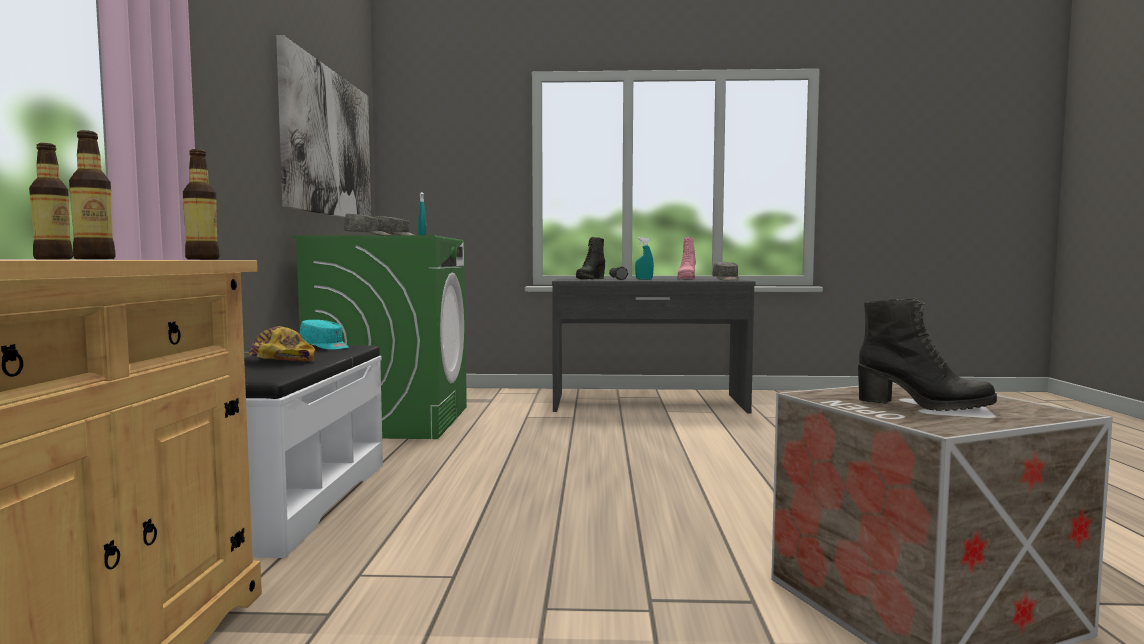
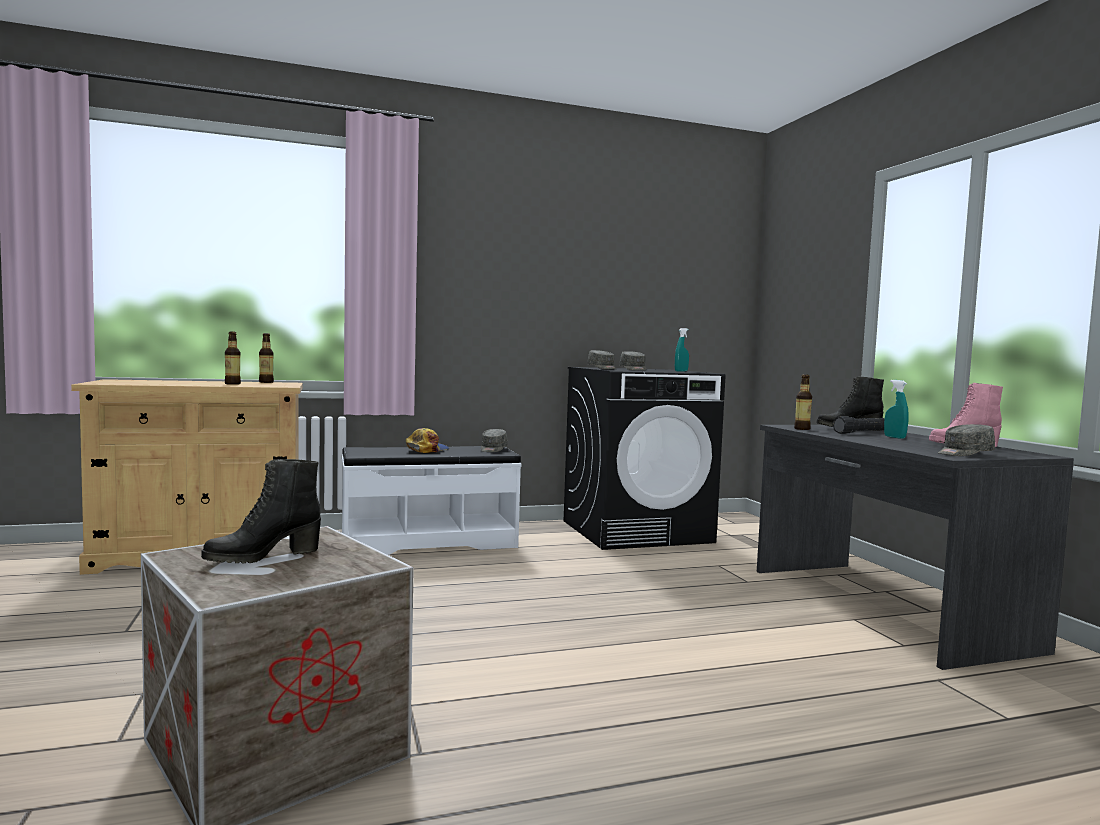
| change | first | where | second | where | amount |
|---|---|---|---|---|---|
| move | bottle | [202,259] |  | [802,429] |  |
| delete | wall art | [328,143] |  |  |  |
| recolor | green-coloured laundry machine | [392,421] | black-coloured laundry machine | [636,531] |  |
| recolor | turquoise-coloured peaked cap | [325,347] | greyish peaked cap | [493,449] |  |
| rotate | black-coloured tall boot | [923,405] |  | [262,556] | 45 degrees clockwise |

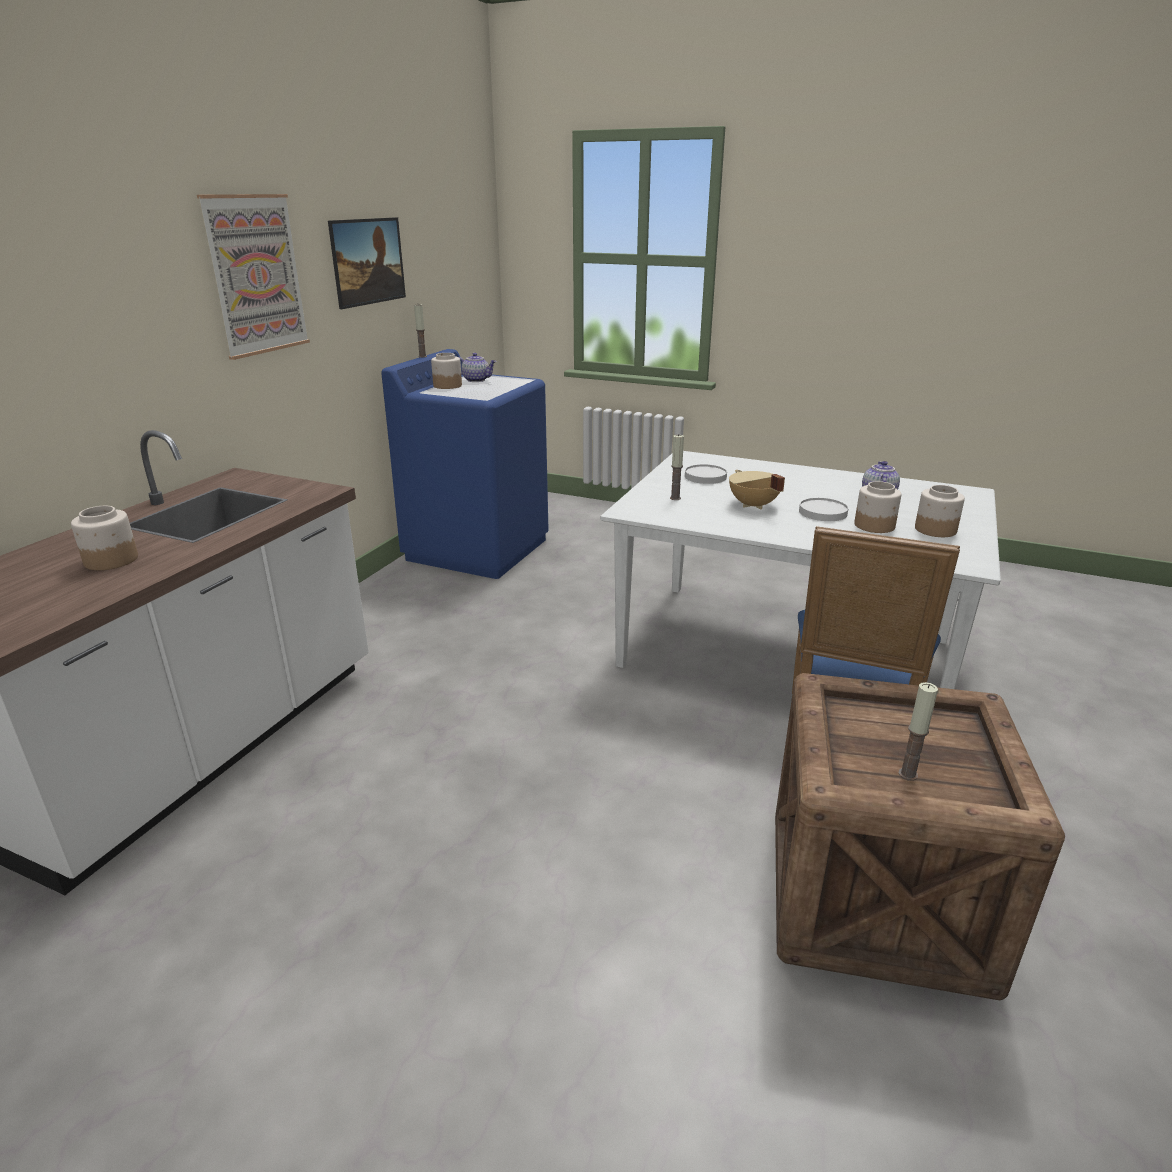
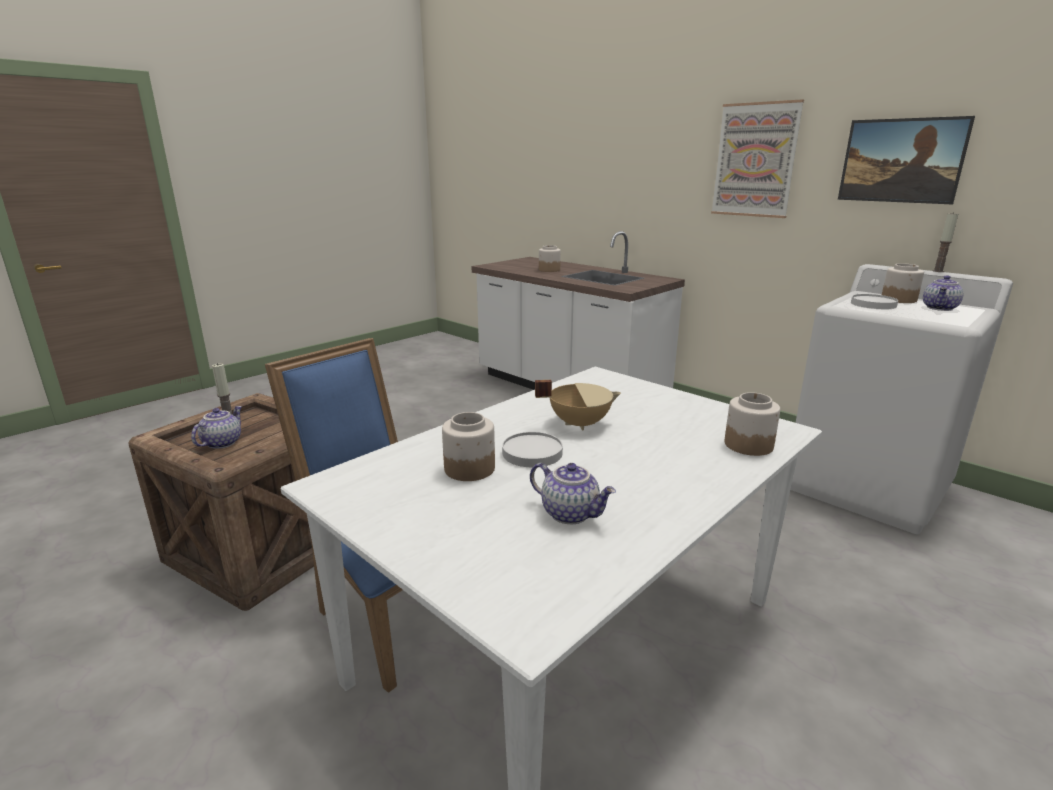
| change | first | where | second | where | amount |
|---|---|---|---|---|---|
| recolor | blue laundry machine | [477,549] | white-coloured laundry machine | [868,487] |  |
| delete | wax candle | [675,498] |  |  |  |
| move | white-coloured flat dish | [705,477] |  | [873,304] |  |
| move | preserve jar | [935,530] |  | [748,445] |  |
| insert |  |  | teapot | [221,443] |  |

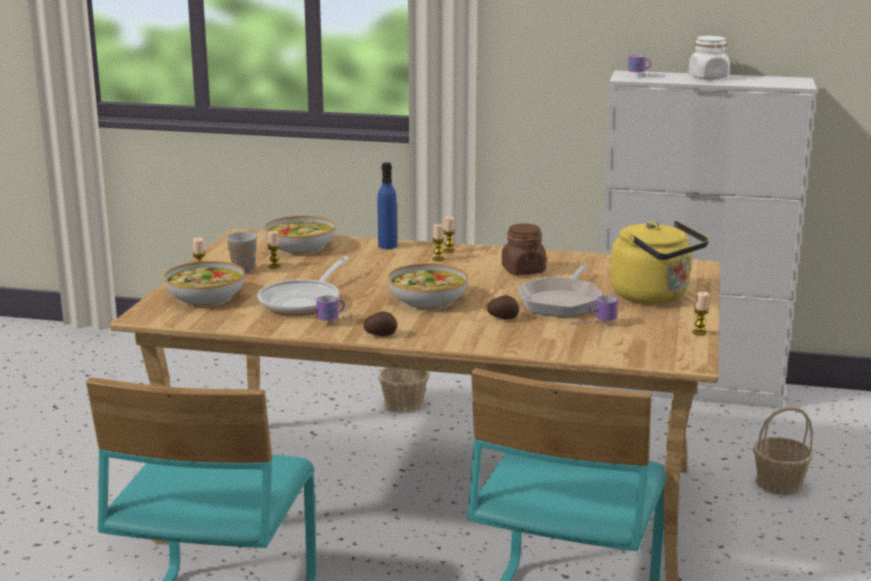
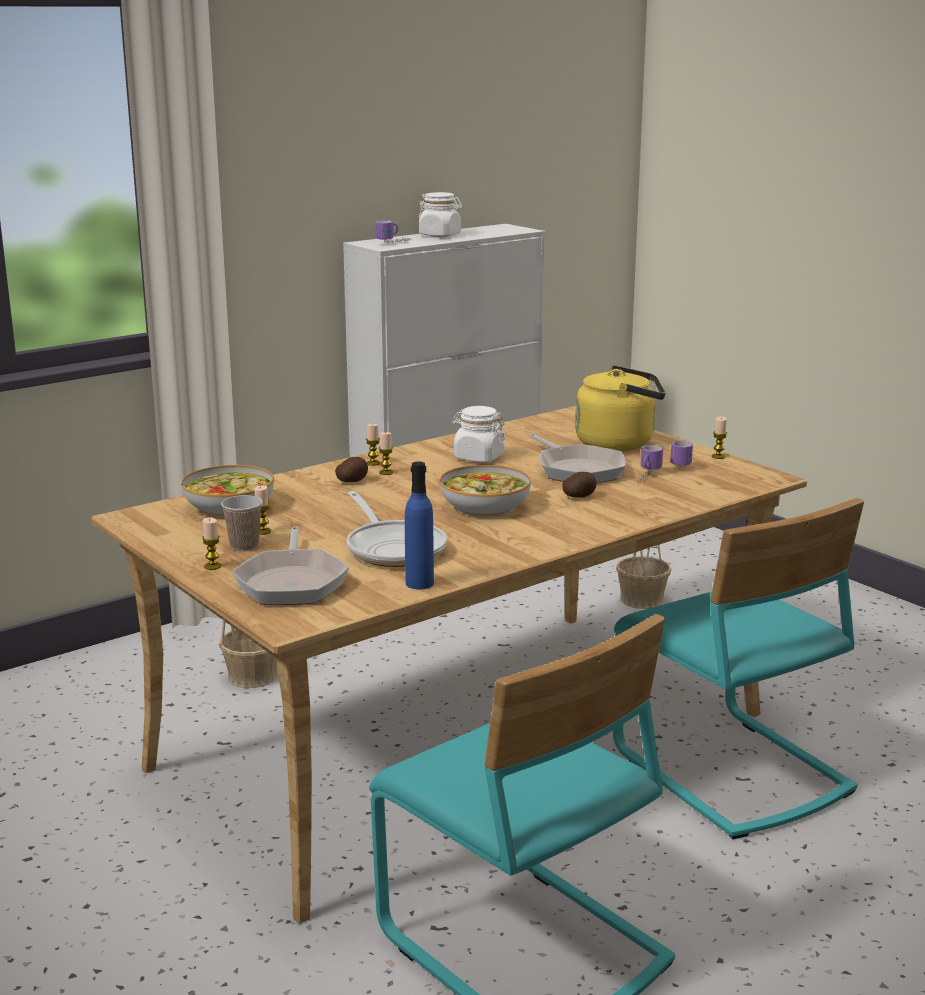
| change | first | where | second | where | amount |
|---|---|---|---|---|---|
| replace | deep dish | [206,297] | pan | [292,582] |  |
| move | mug | [340,321] |  | [681,464] |  |
| move | spud | [380,335] |  | [352,481] |  |
| move | blue bottle | [387,246] |  | [419,583] |  |
| recolor | brown-coloured preserve jar | [523,270] | white-coloured preserve jar | [478,457] |  |

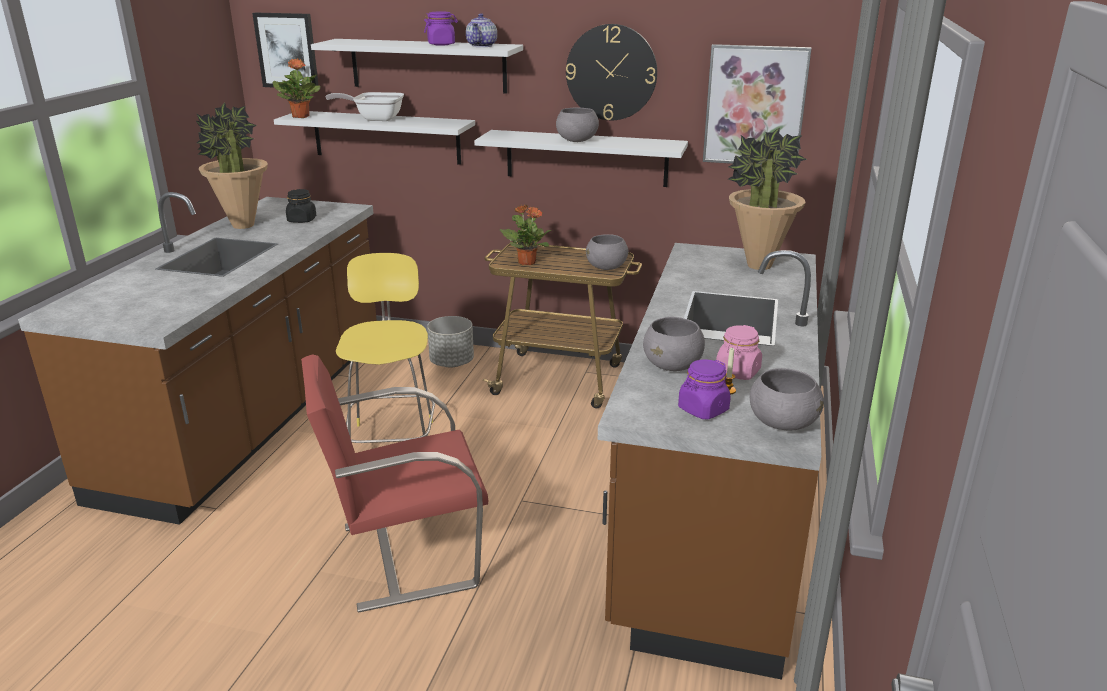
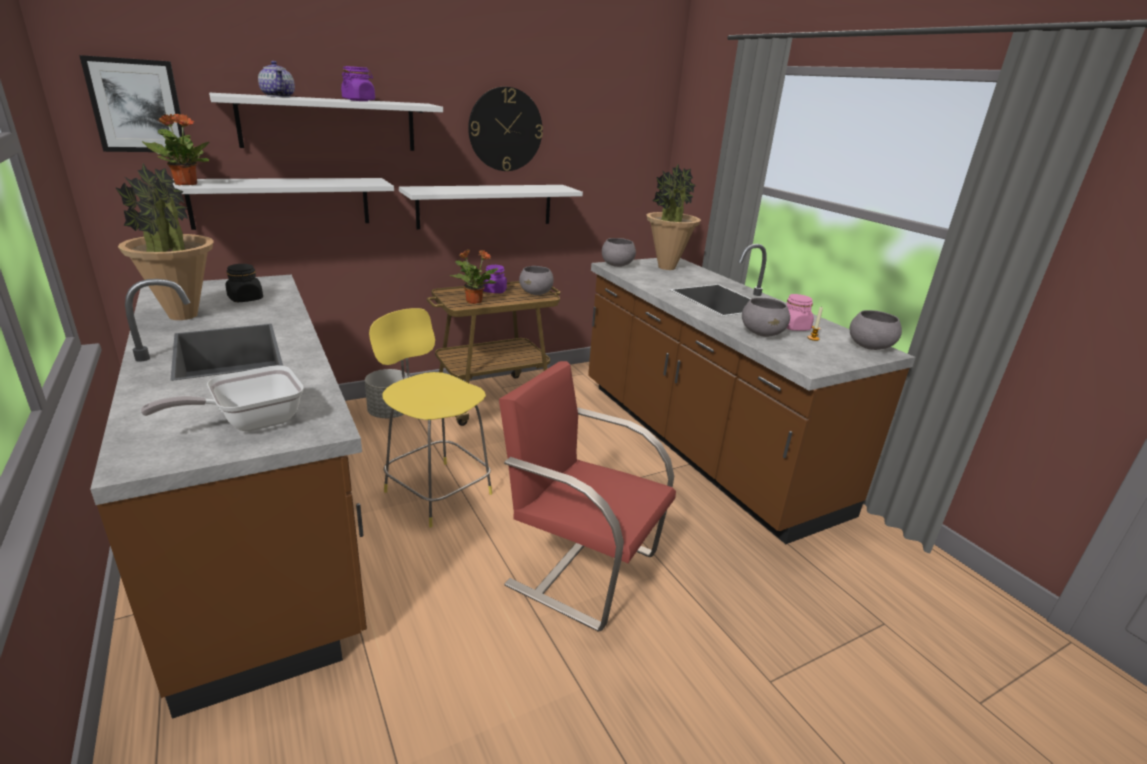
| change | first | where | second | where | amount |
|---|---|---|---|---|---|
| rotate | red-coloured upright chair | [405,555] |  | [581,567] | 90 degrees clockwise |
| move | pan | [375,119] |  | [250,422] |  |
| move | teapot | [482,46] |  | [278,96] |  |
| move | greyish deep dish | [576,140] |  | [616,265] |  |
| move | purple preserve jar | [703,410] |  | [494,291] |  |
| delete | wall art | [755,106] |  |  |  |

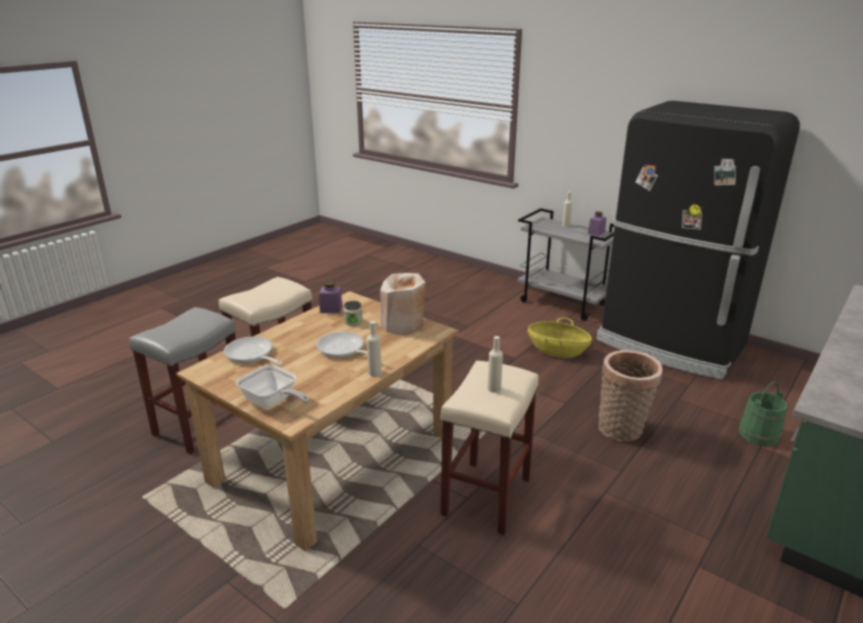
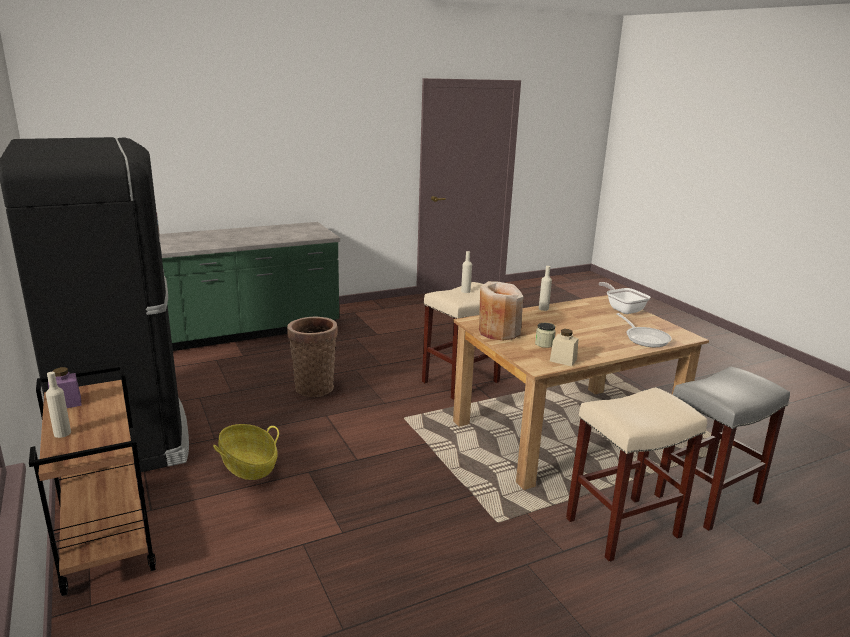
| change | first | where | second | where | amount |
|---|---|---|---|---|---|
| delete | pan | [344,350] |  |  |  |
| recolor | purple preserve jar | [331,309] | beige preserve jar | [563,360] |  |
| recolor | greyish wheeled cart | [563,303] | brown-coloured wheeled cart | [105,540] |  |
| delete | green-coloured pail | [759,434] |  |  |  |

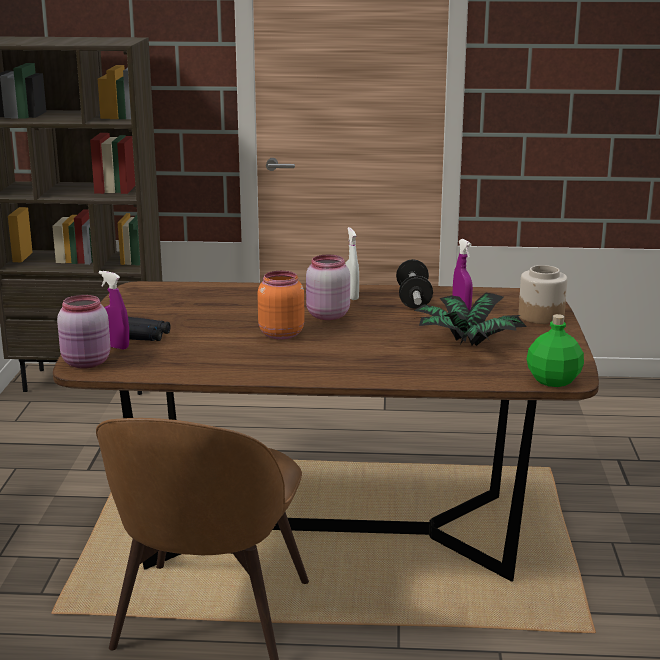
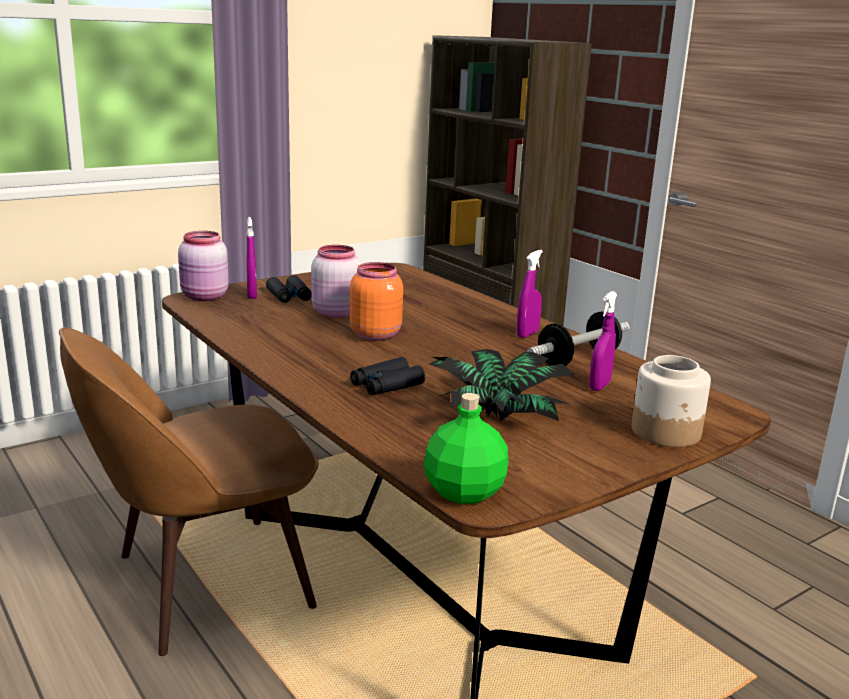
| change | first | where | second | where | amount |
|---|---|---|---|---|---|
| move | pink-coloured preserve jar | [326,315] |  | [335,313] |  |
| recolor | white-coloured sprayer | [351,296] | purple sprayer | [527,334] |  |
| insert |  |  | black-coloured binoculars | [386,385] |  |

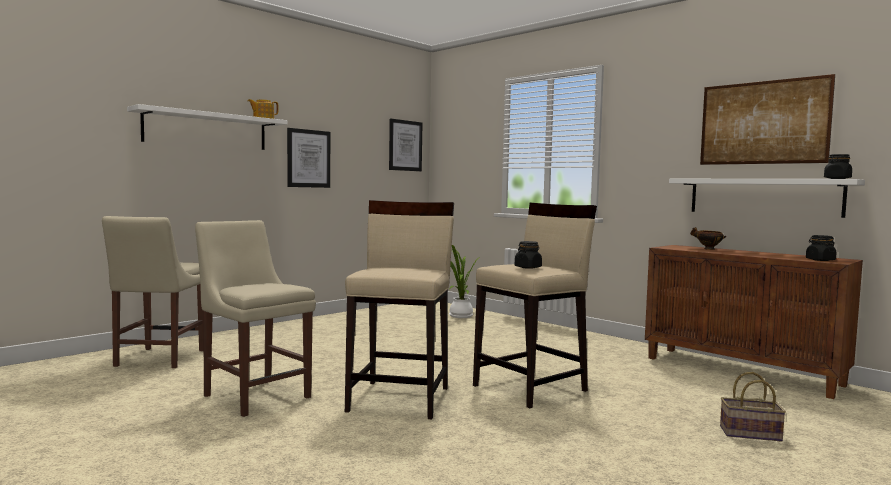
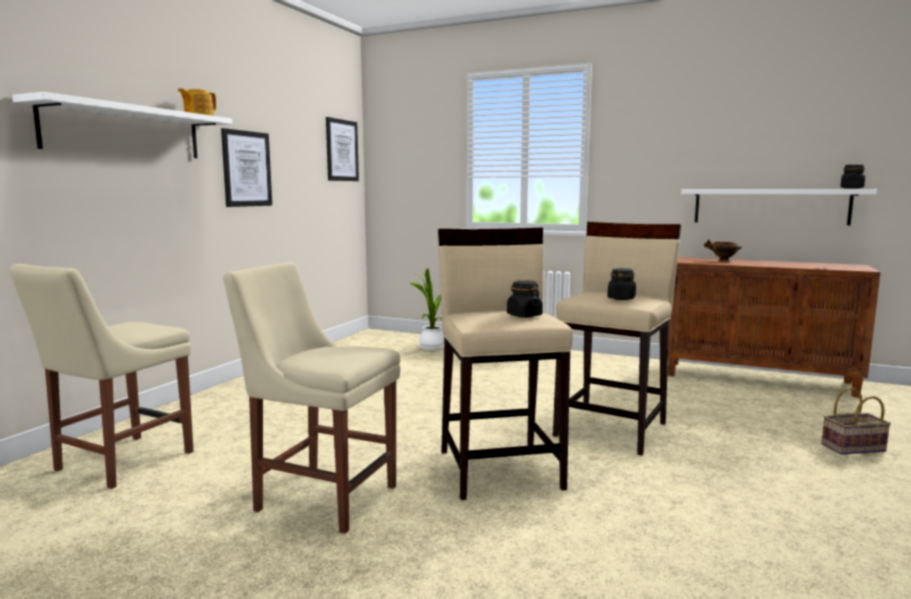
| change | first | where | second | where | amount |
|---|---|---|---|---|---|
| rotate | beige upright chair | [158,359] |  | [119,463] | 45 degrees clockwise |
| delete | wall art | [763,122] |  |  |  |
| move | black-coloured preserve jar | [820,260] |  | [524,315] |  |

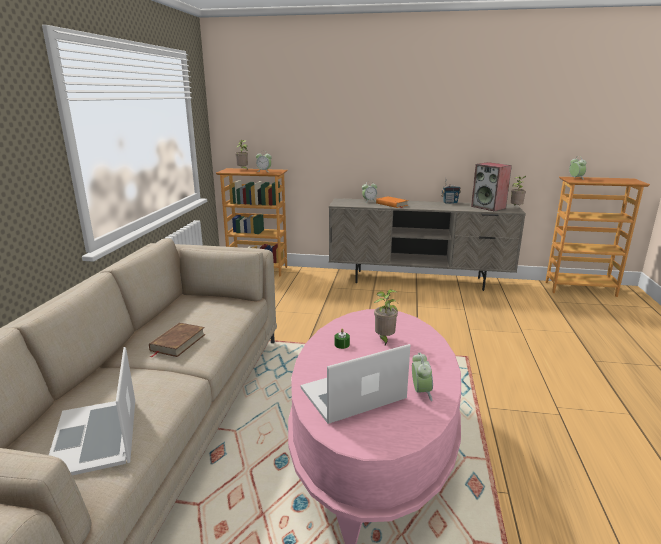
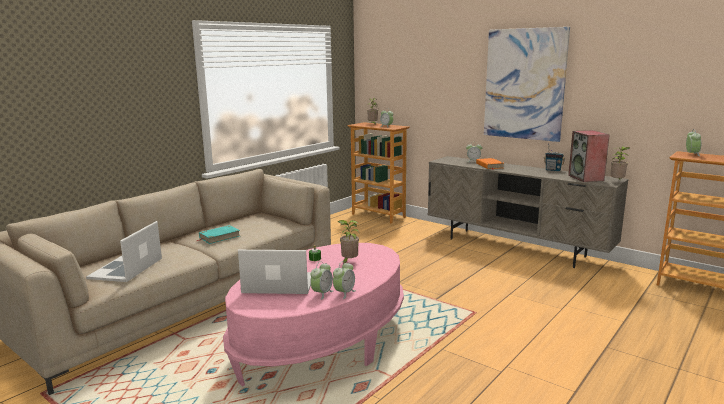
| change | first | where | second | where | amount |
|---|---|---|---|---|---|
| recolor | brown-coloured bound book | [177,342] | turquoise-coloured bound book | [219,237] |  |
| insert |  |  | alarm clock | [344,293] |  |
| insert |  |  | wall art | [524,84] |  |

